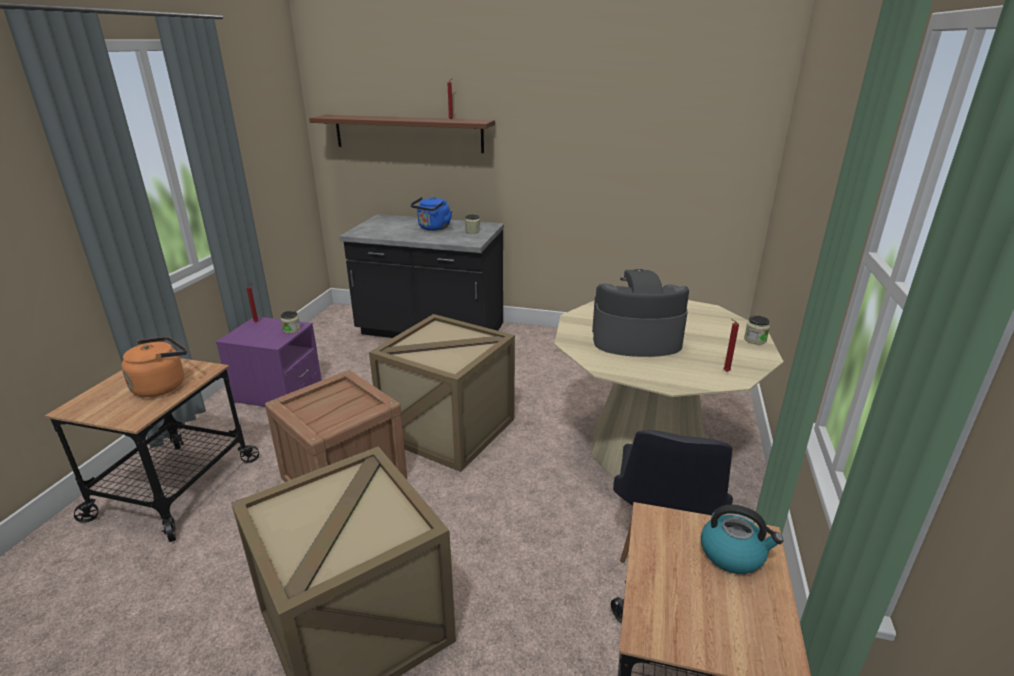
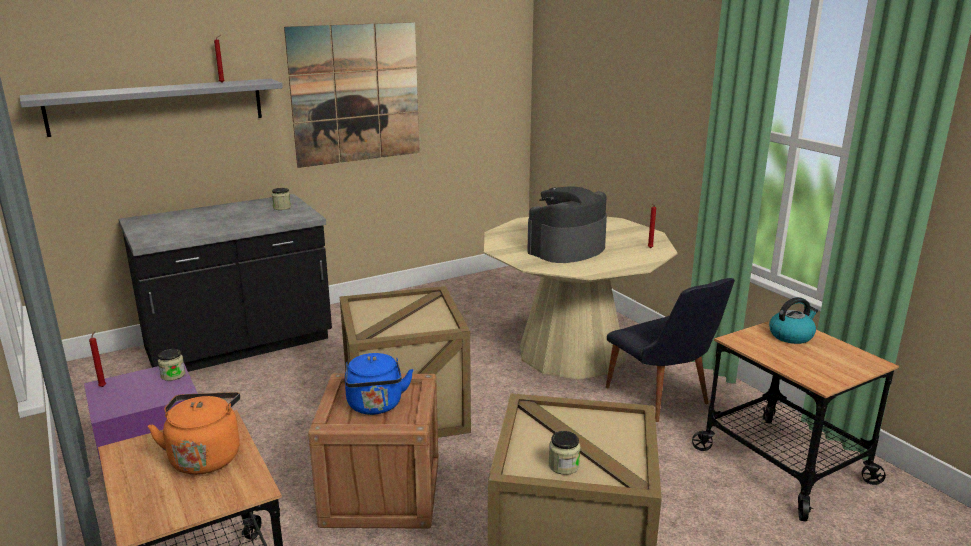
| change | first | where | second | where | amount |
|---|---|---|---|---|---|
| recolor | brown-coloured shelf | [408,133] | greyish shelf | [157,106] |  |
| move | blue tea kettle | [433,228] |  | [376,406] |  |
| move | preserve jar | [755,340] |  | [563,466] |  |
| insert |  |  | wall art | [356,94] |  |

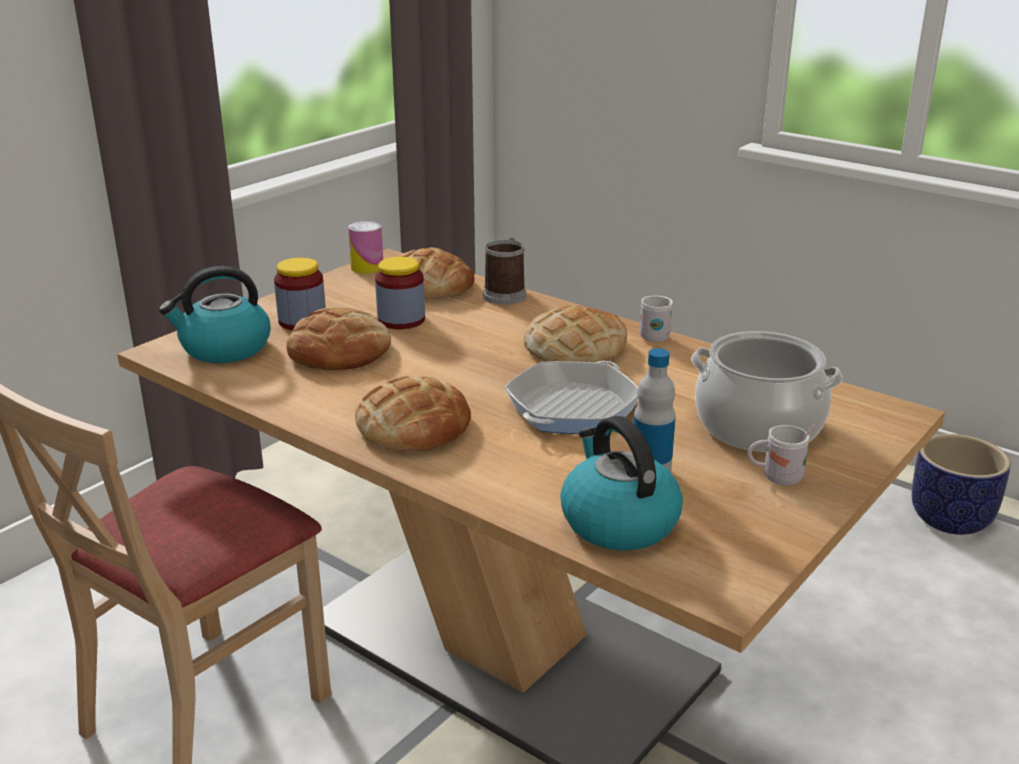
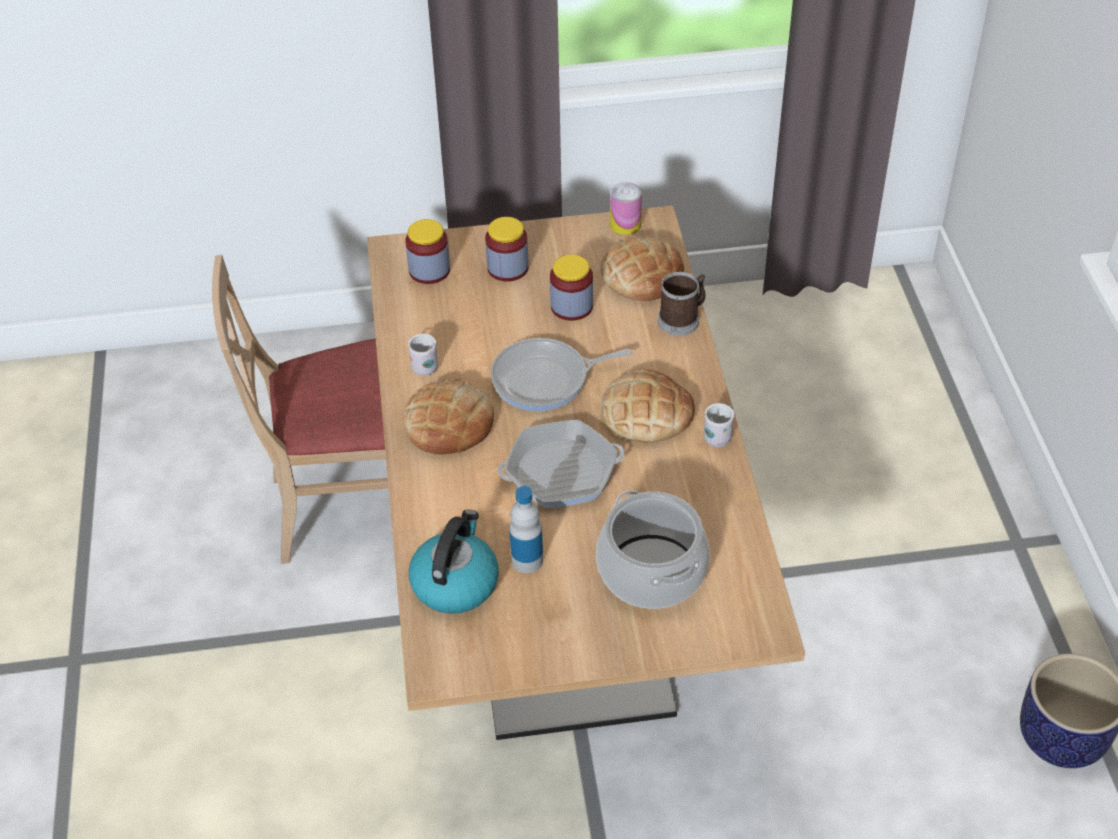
| change | first | where | second | where | amount |
|---|---|---|---|---|---|
| replace | tea kettle | [224,348] | preserve jar | [429,270] |  |
| delete | baked bread | [339,351] |  |  |  |
| move | white-coloured mug | [776,478] |  | [422,366] |  |
| insert |  |  | pan | [545,380] |  |

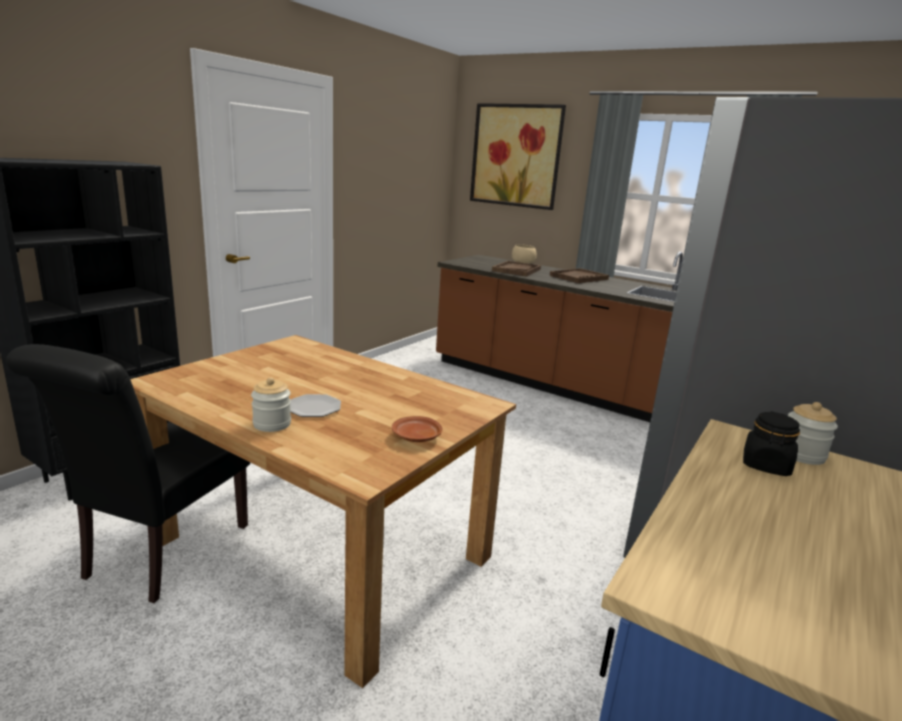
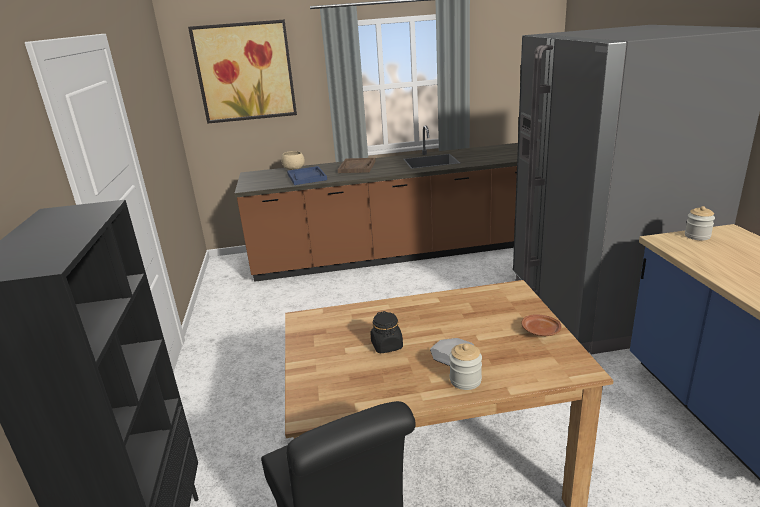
| change | first | where | second | where | amount |
|---|---|---|---|---|---|
| recolor | brown-coloured serving tray | [516,270] | blue serving tray | [306,177] |  |
| move | black-coloured preserve jar | [766,465] |  | [387,346] |  |

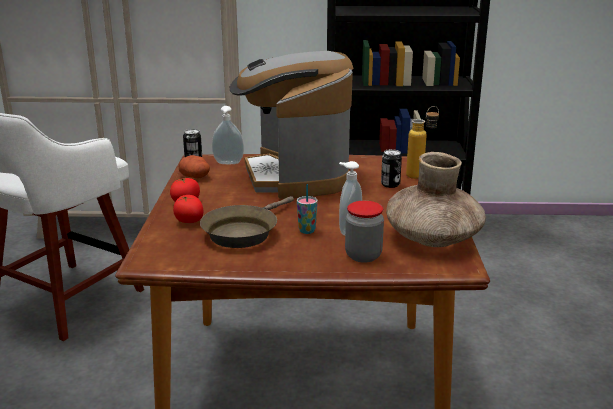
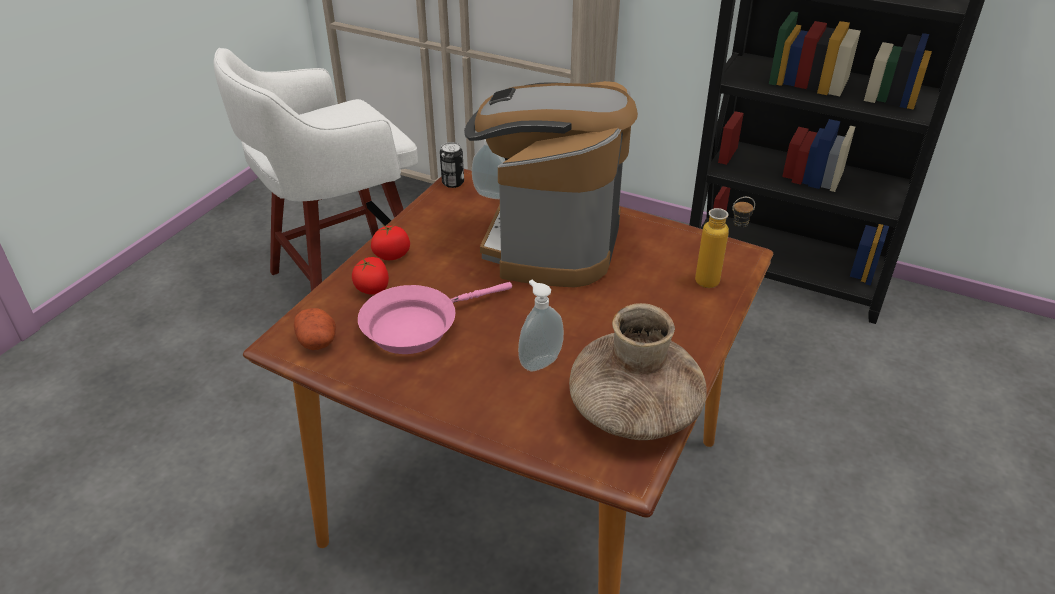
| change | first | where | second | where | amount |
|---|---|---|---|---|---|
| move | spud | [196,177] |  | [318,341] |  |
| recolor | brown-coloured pan | [243,232] | pink-coloured pan | [417,326] |  |
| delete | cup | [307,231] |  |  |  |
| delete | preserve jar | [363,256] |  |  |  |
| delete | can | [390,184] |  |  |  |

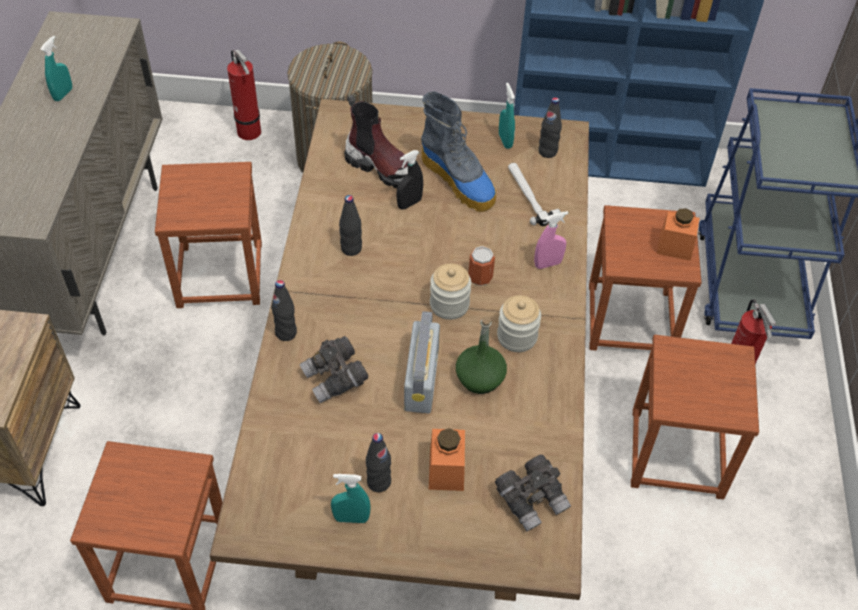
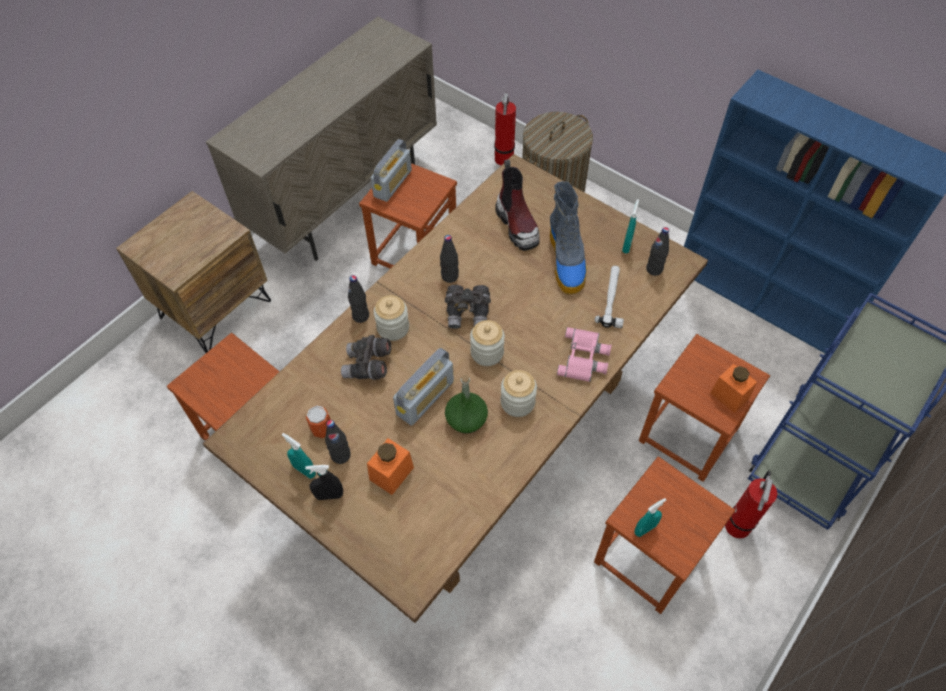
| change | first | where | second | where | amount |
|---|---|---|---|---|---|
| move | turquoise-coloured sprayer | [63,94] |  | [645,529] |  |
| move | black-coloured sprayer | [409,203] |  | [329,495] |  |
| move | can | [480,277] |  | [322,429] |  |
| move | greyish binoculars | [532,499] |  | [468,313] |  |
| replace | pink-coloured sprayer | [548,264] | pink-coloured binoculars | [584,358] |  |
| insert |  |  | radio receiver | [393,183] |  |
| insert |  |  | preserve jar | [393,328] |  |

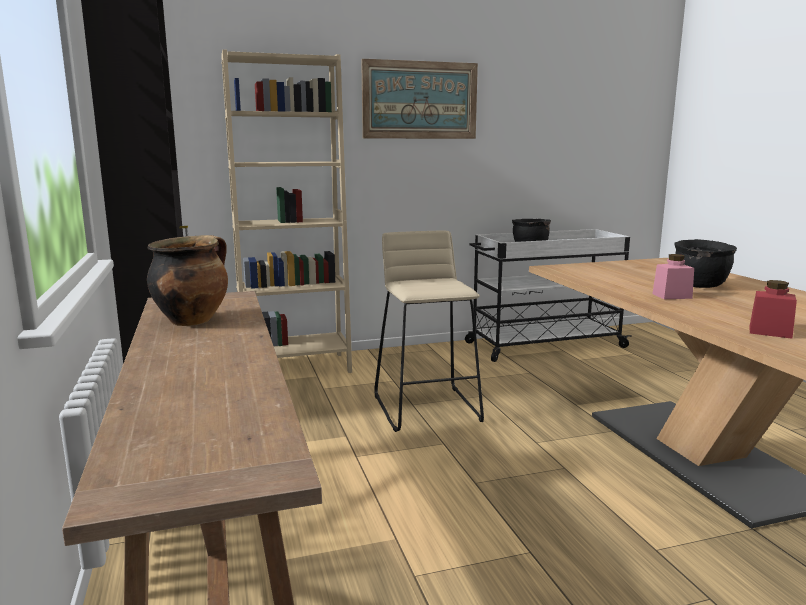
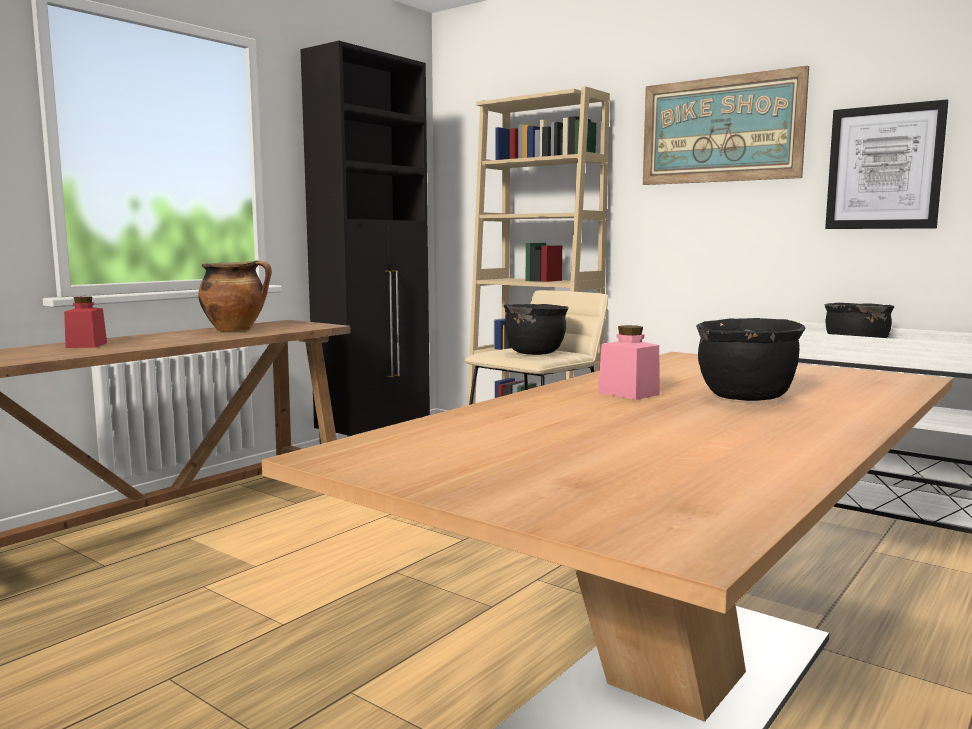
| change | first | where | second | where | amount |
|---|---|---|---|---|---|
| move | red-coloured preserve jar | [770,332] |  | [86,345] |  |
| insert |  |  | black-coloured cooking pot | [535,353] |  |
| insert |  |  | wall art | [884,167] |  |

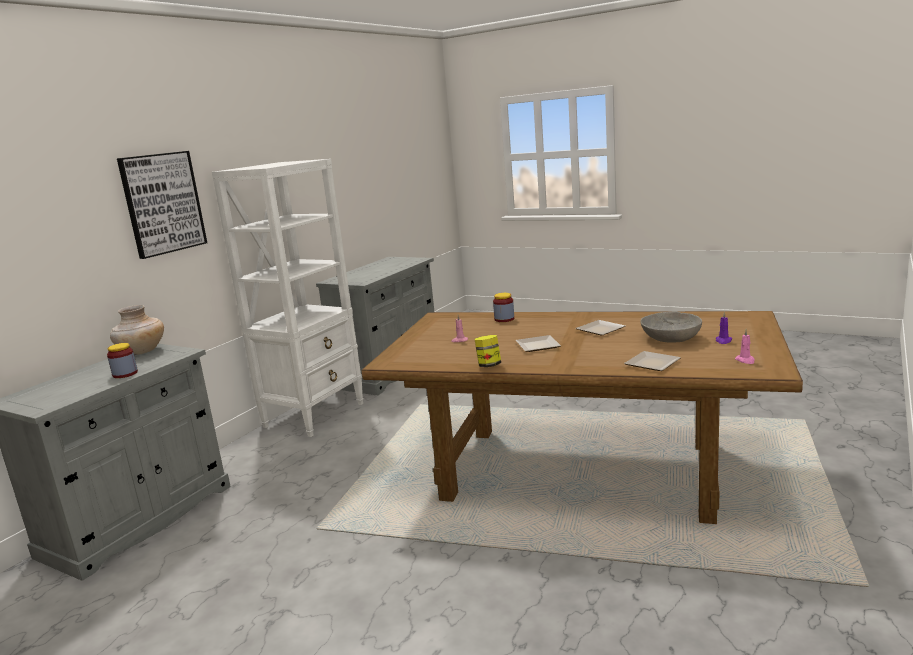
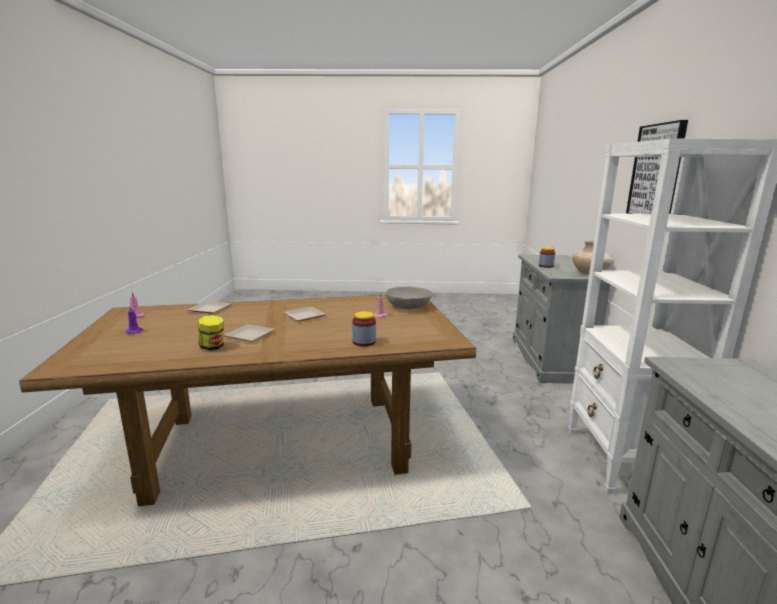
| change | first | where | second | where | amount |
|---|---|---|---|---|---|
| move | preserve jar | [489,365] |  | [212,347] |  |
| move | greyish deep dish | [670,338] |  | [408,306] |  |

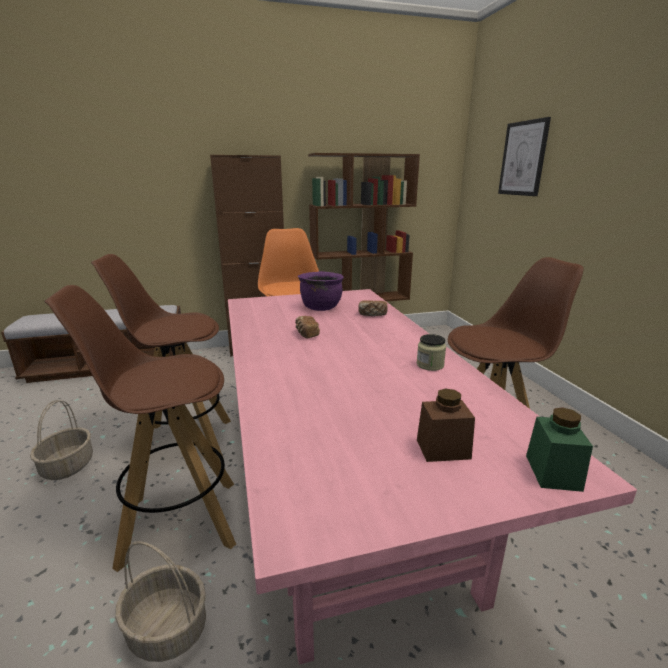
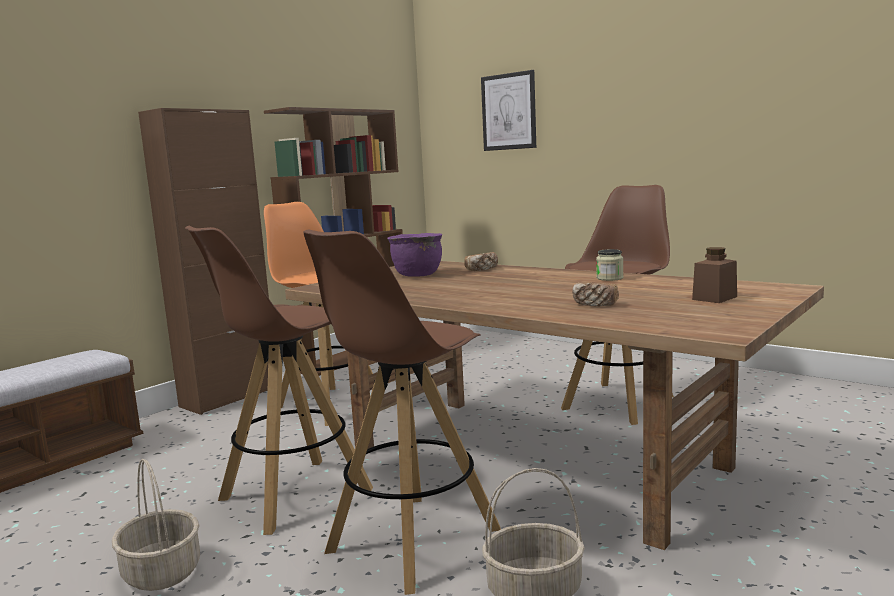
| change | first | where | second | where | amount |
|---|---|---|---|---|---|
| recolor | pink-coloured kitchen table | [344,490] | brown-coloured kitchen table | [536,459] |  |
| move | baked bread | [306,334] |  | [595,304] |  |
| delete | green-coloured preserve jar | [553,472] |  |  |  |

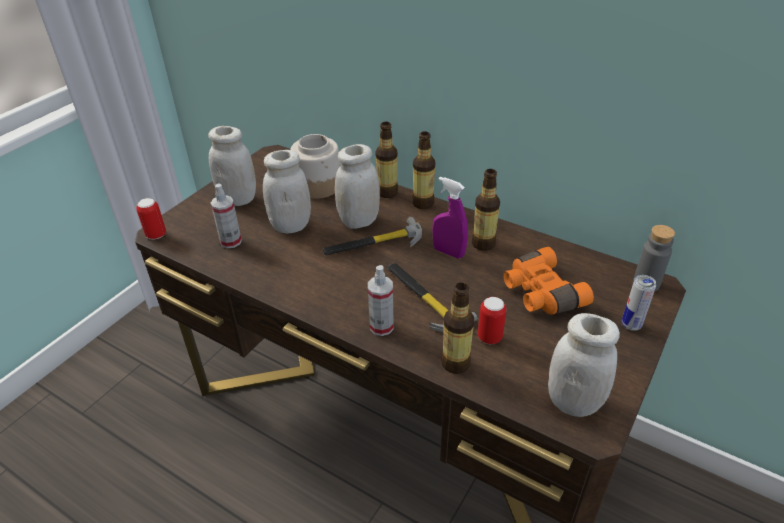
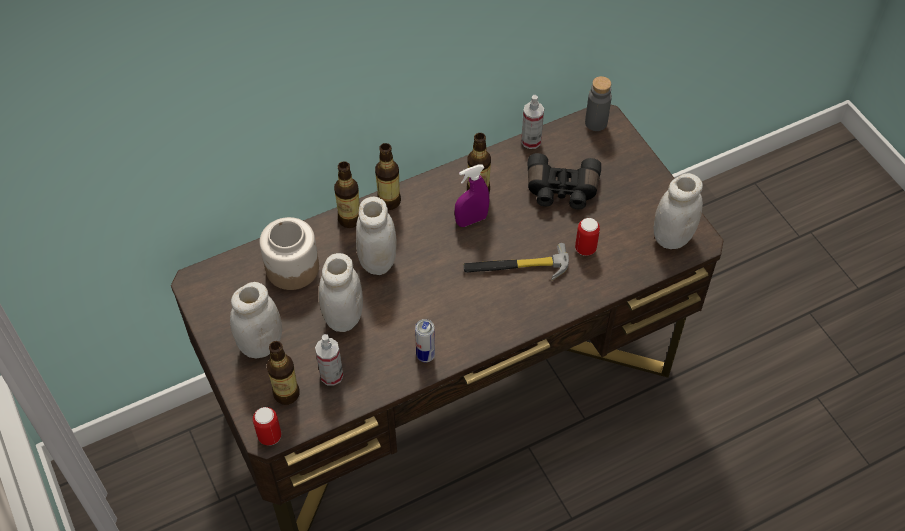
| change | first | where | second | where | amount |
|---|---|---|---|---|---|
| delete | hammer | [373,244] |  |  |  |
| move | sprayer | [381,327] |  | [531,141] |  |
| move | bottle | [455,363] |  | [286,394] |  |
| recolor | orange-coloured binoculars | [540,293] | black-coloured binoculars | [561,190] |  |
| move | can | [631,325] |  | [425,355] |  |

